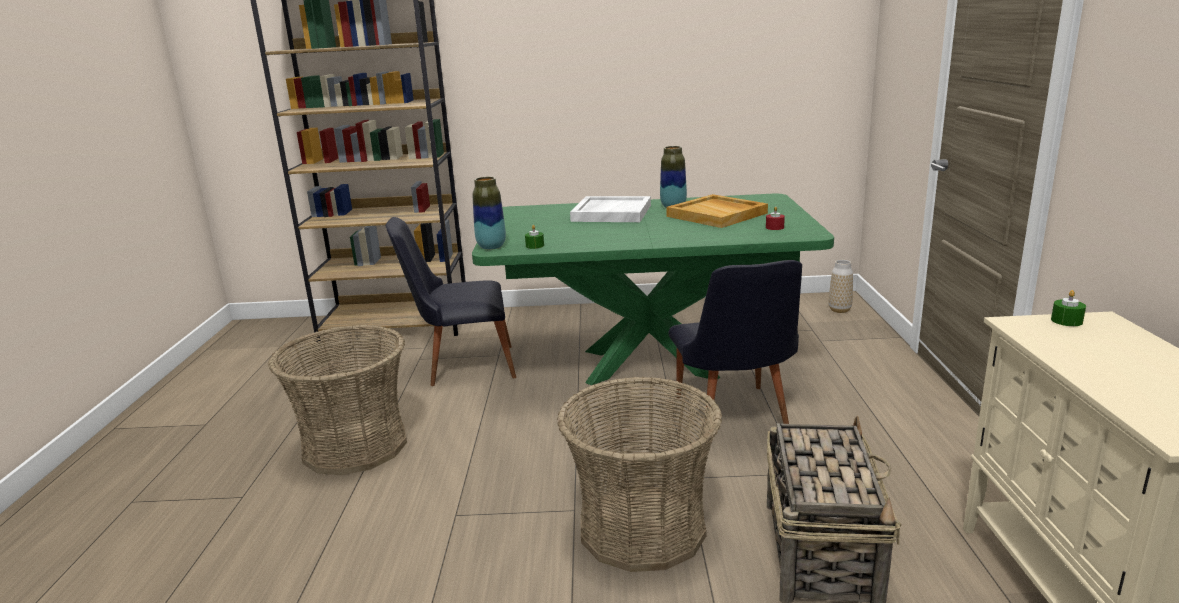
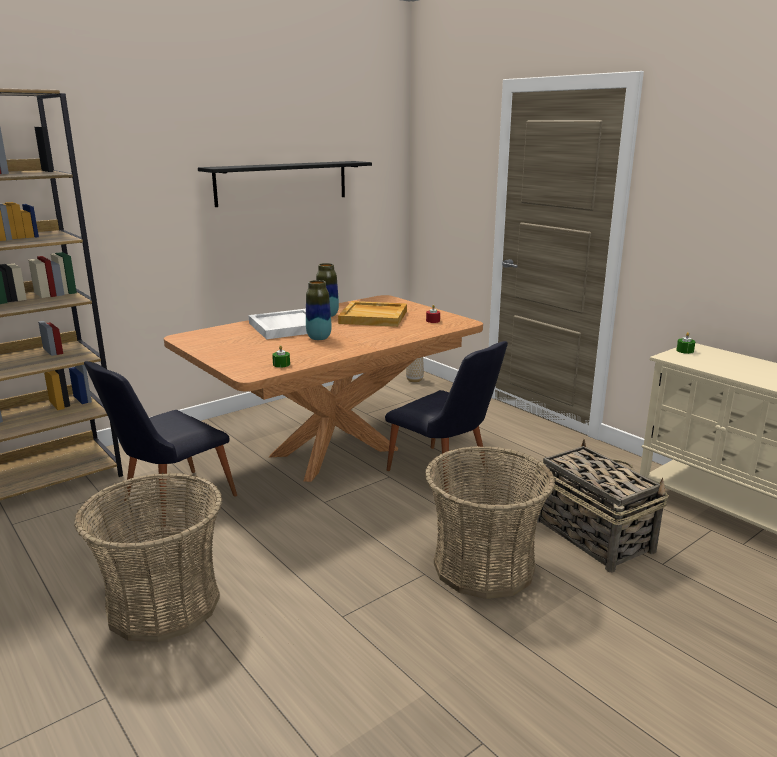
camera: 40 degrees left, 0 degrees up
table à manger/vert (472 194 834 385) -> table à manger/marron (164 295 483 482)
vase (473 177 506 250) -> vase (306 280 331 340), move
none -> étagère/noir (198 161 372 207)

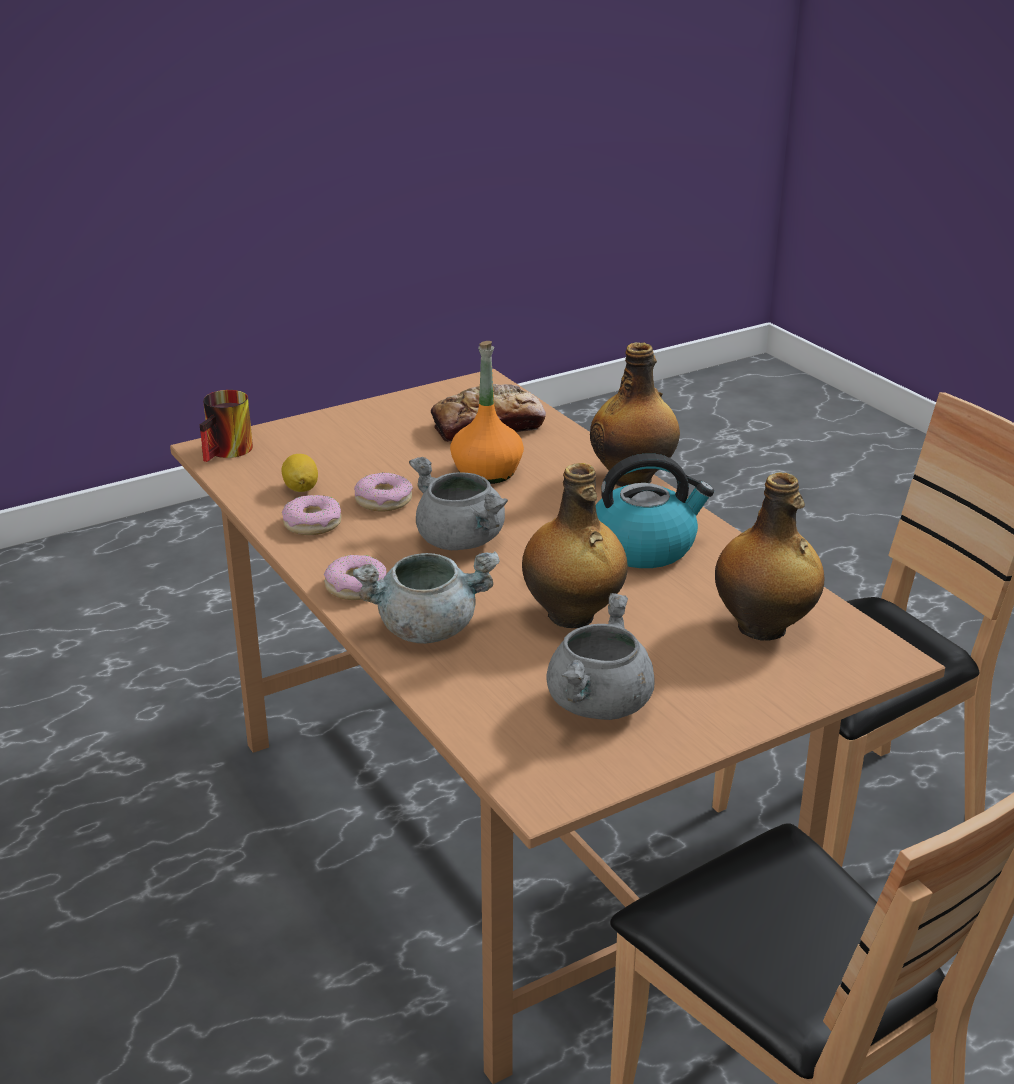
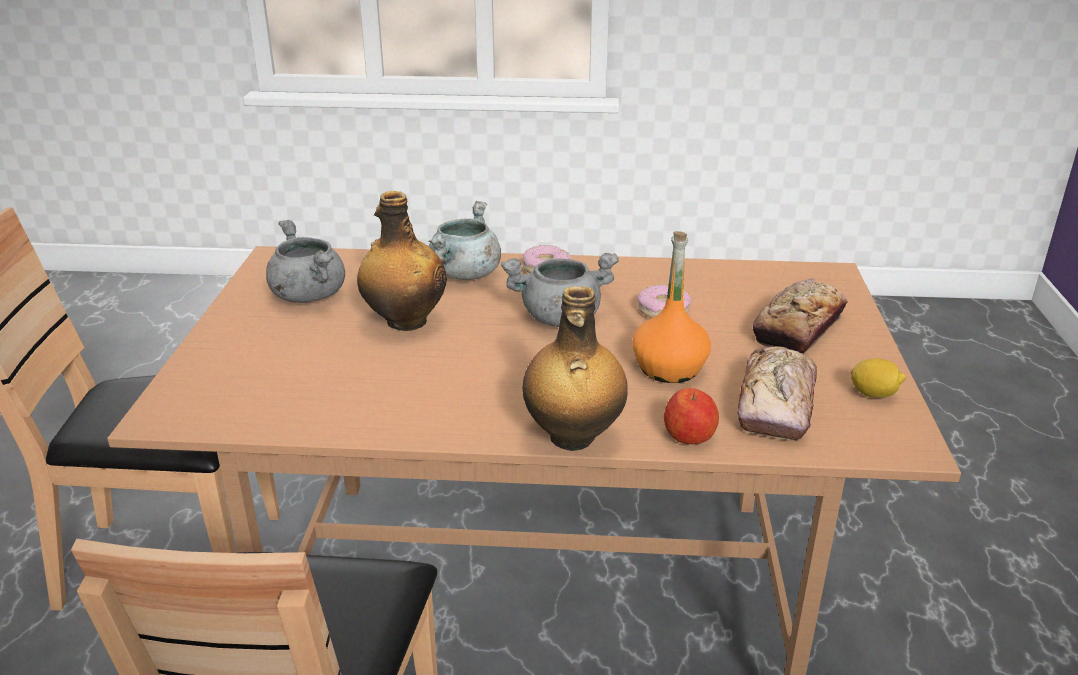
camera: 125 degrees right, 0 degrees up
mug (200 390 253 462) -> none
citron (282 454 318 492) -> citron (851 358 906 398), move
beignet (282 495 341 535) -> none
bouilloire (596 453 714 568) -> none
bouteille (715 472 824 641) -> none
none -> pomme (664 388 719 444)
none -> pain (753 279 847 354)

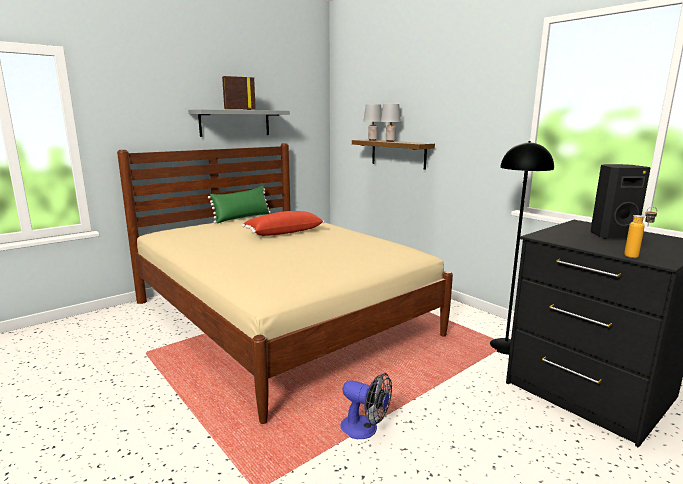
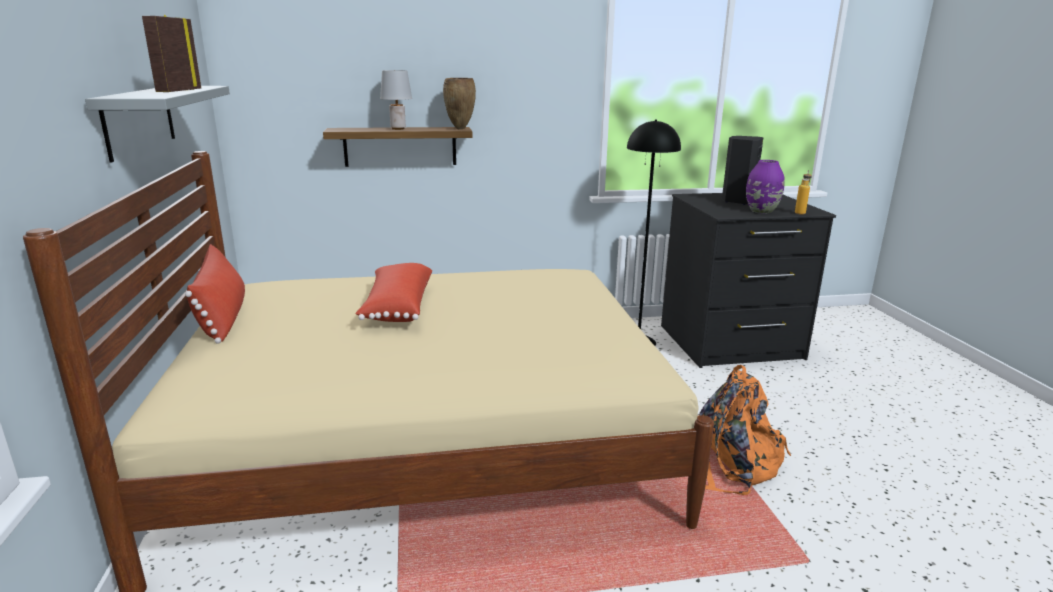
camera: 60 degrees left, 5 degrees up
coussin/vert (208 186 270 223) -> coussin/rouge (185 244 245 344)
ventilateur (340 373 392 439) -> sac à dos/orange (698 365 791 495)
lampe de table/gris (363 104 382 141) -> none
none -> vase/marron (443 78 476 129)
none -> vase/violet (746 160 785 213)

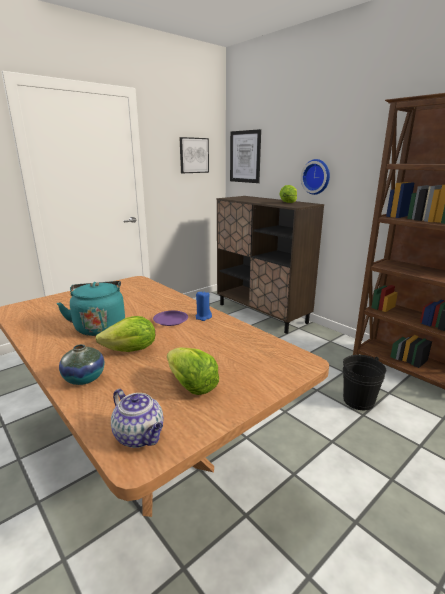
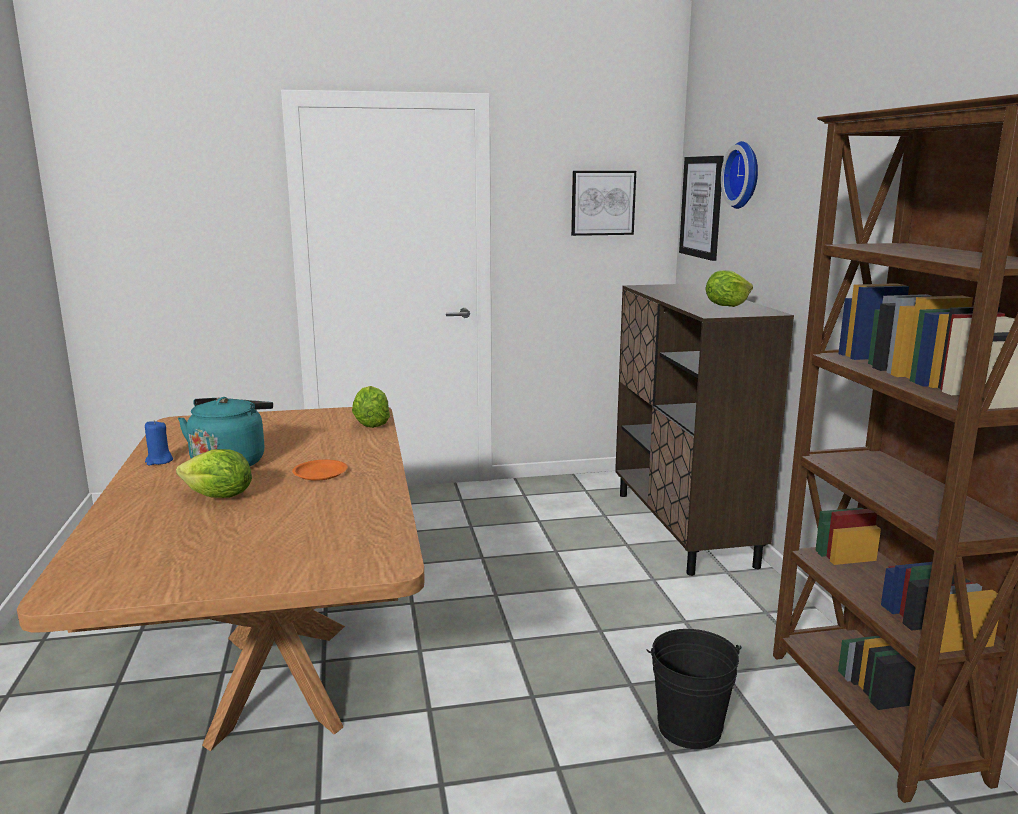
camera: 30 degrees right, 5 degrees down
vase (59 344 104 385) -> none
théière (111 389 164 448) -> none
assiette/violet (153 311 188 326) -> assiette/orange (292 460 348 481)
laitue (167 347 219 395) -> laitue (352 386 390 428), move
bougie/bleu (195 292 212 321) -> bougie/bleu (145 420 173 466), move
horloge murale (301 159 330 195) -> horloge murale (721 141 758 209), move

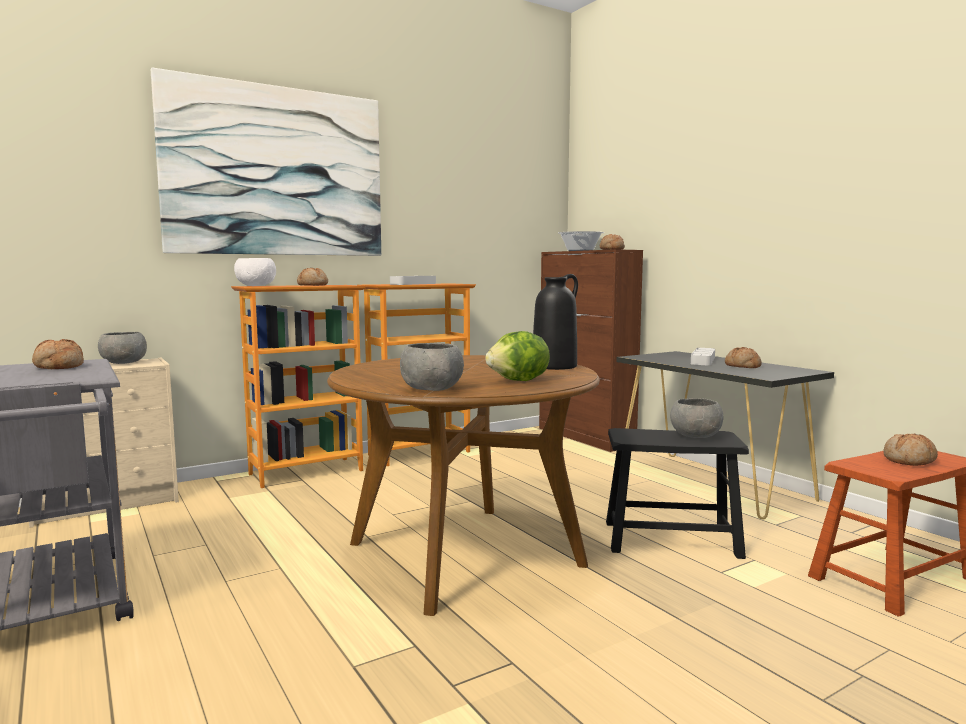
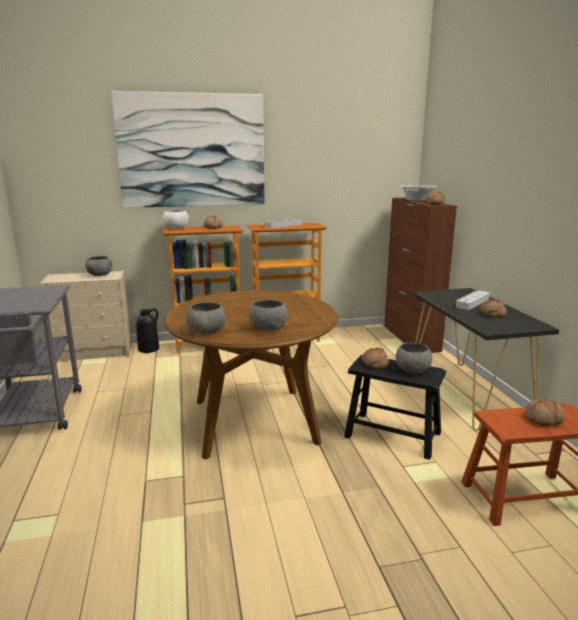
camera: 20 degrees right, 10 degrees up
pain (32 339 84 369) -> pain (362 348 389 369), move
laitue (485 331 550 381) -> bol/gris (249 300 288 331)
vase/noir (533 274 578 370) -> vase/noir (136 309 159 353), move

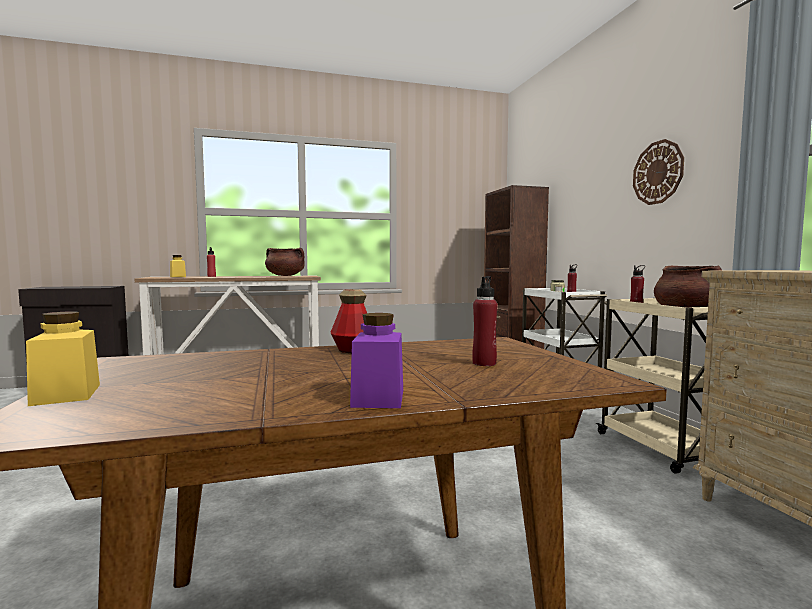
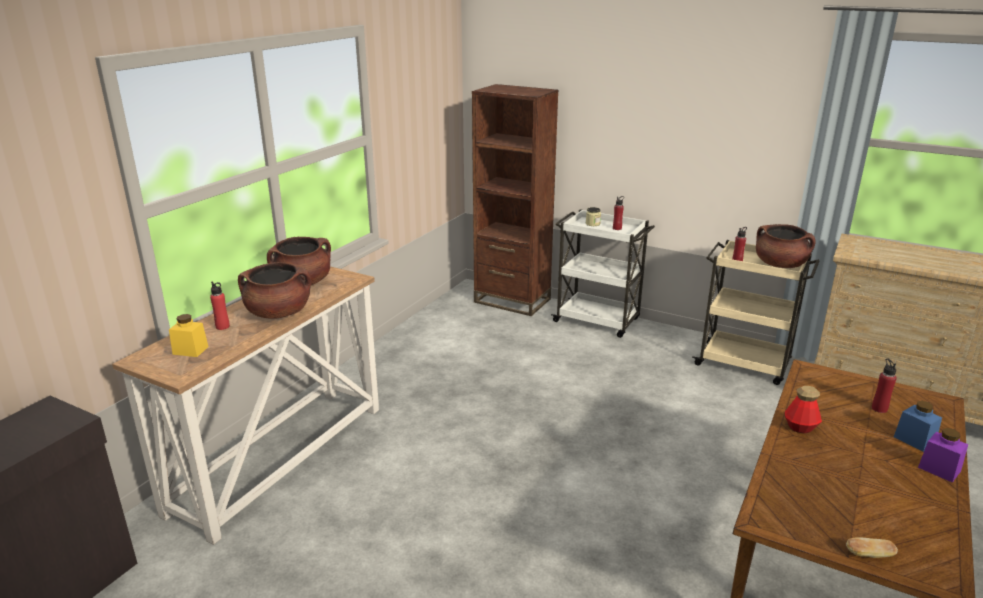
camera: 45 degrees left, 20 degrees up
bocal/jaune (26 312 100 406) -> pain (846 537 898 558)
horloge murale (633 139 684 205) -> none
none -> marmite/marron (238 262 311 319)
none -> bocal/bleu (894 401 942 452)

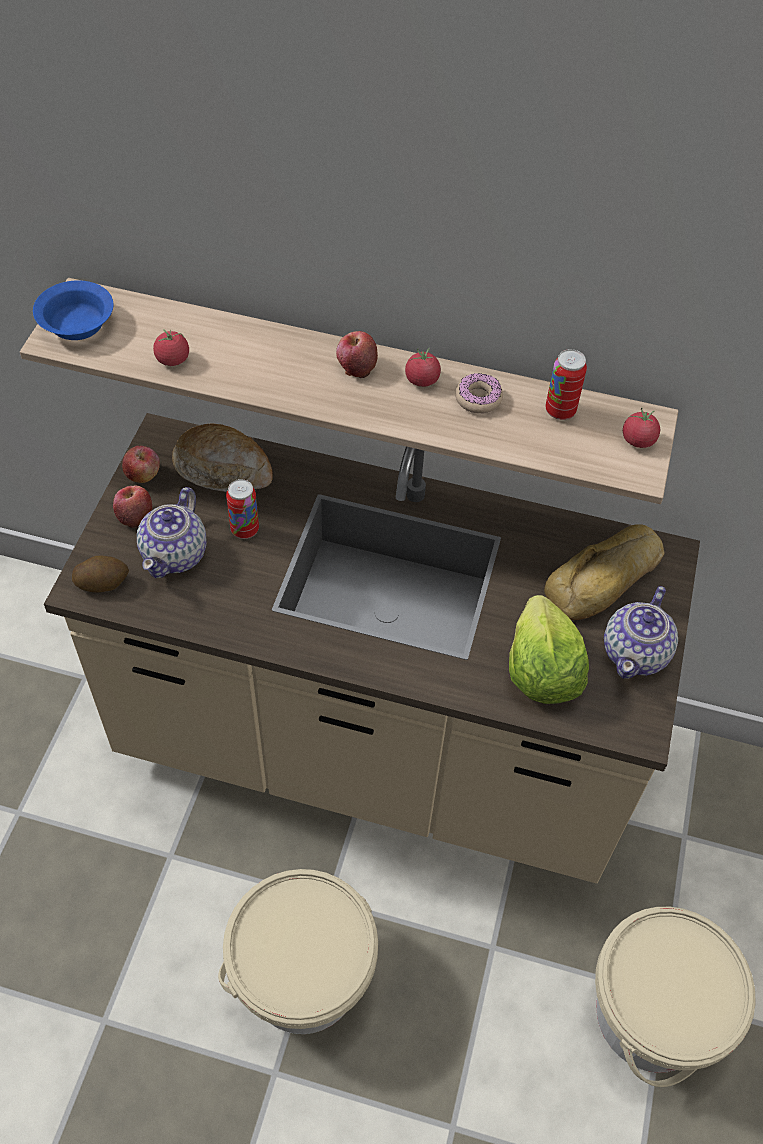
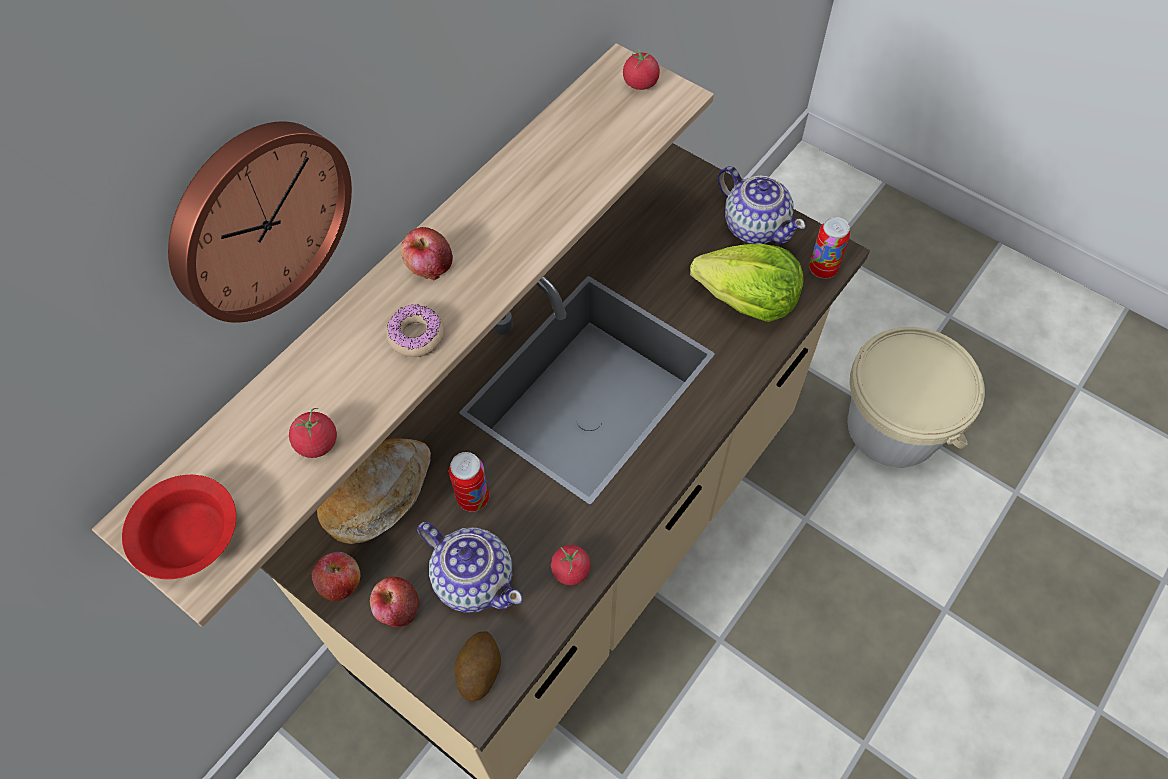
camera: 65 degrees left, 5 degrees up
bol/bleu (33 280 114 340) -> bol/rouge (122 475 236 579)
seau/beige (218 869 378 1034) -> none
tomate (405 348 441 387) -> tomate (551 545 591 585), move
beignet (455 373 503 413) -> beignet (386 304 444 357), move
pain (544 524 664 620) -> none
boîte métallique (546 349 587 420) -> boîte métallique (809 217 850 279), move
none -> horloge murale (168 121 352 323)

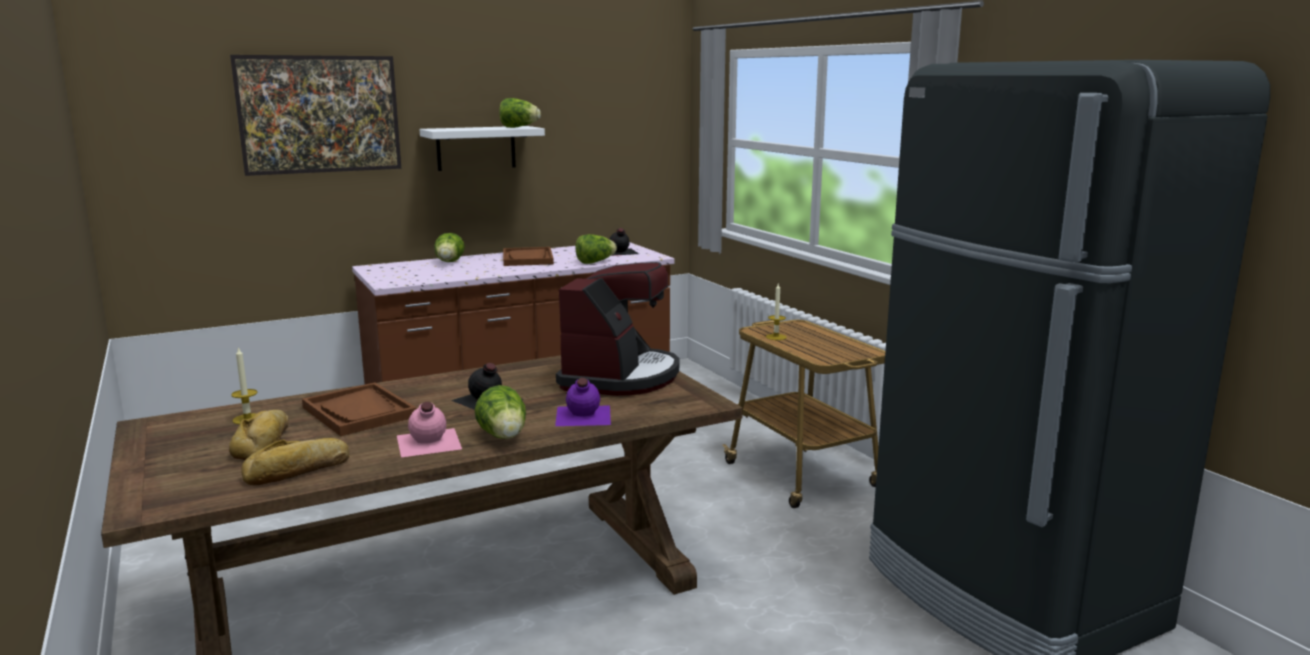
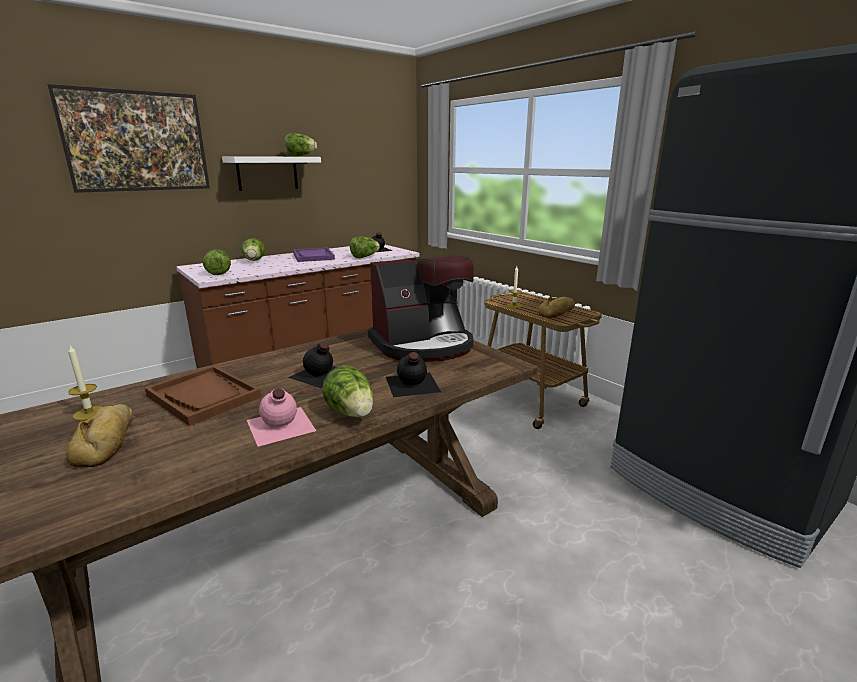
camera: 10 degrees left, 5 degrees up
pain (241 438 350 486) -> pain (538 297 575 318), move
plateau/marron (503 247 554 266) -> plateau/violet (293 248 335 262)
bouteille/violet (555 378 611 426) -> bouteille/noir (386 352 441 397)
machine à café (556 262 680 396) -> machine à café (368 256 474 362), 60 degrees clockwise
none -> laitue (203 250 231 275)

